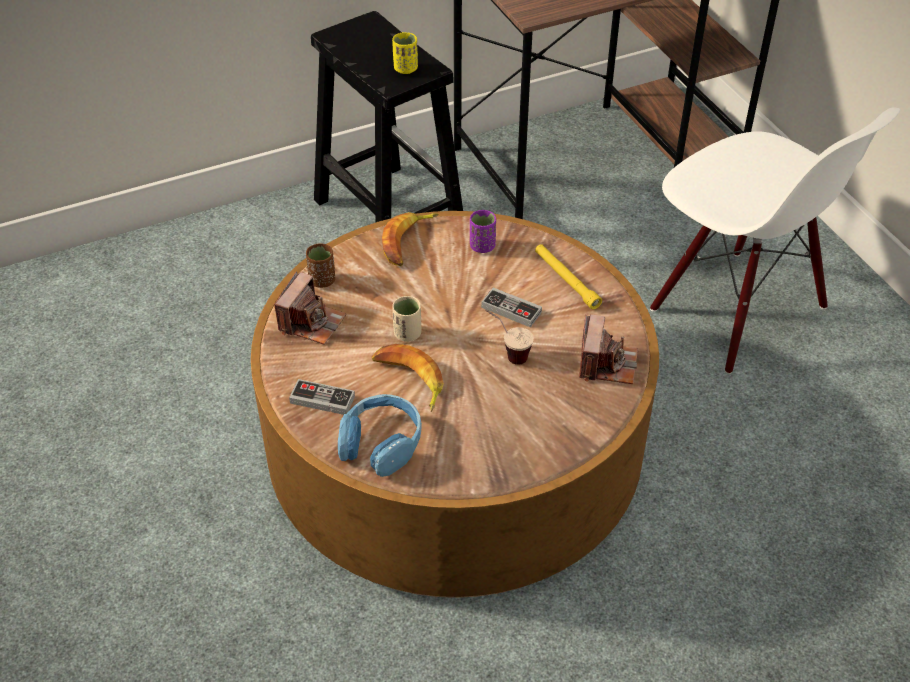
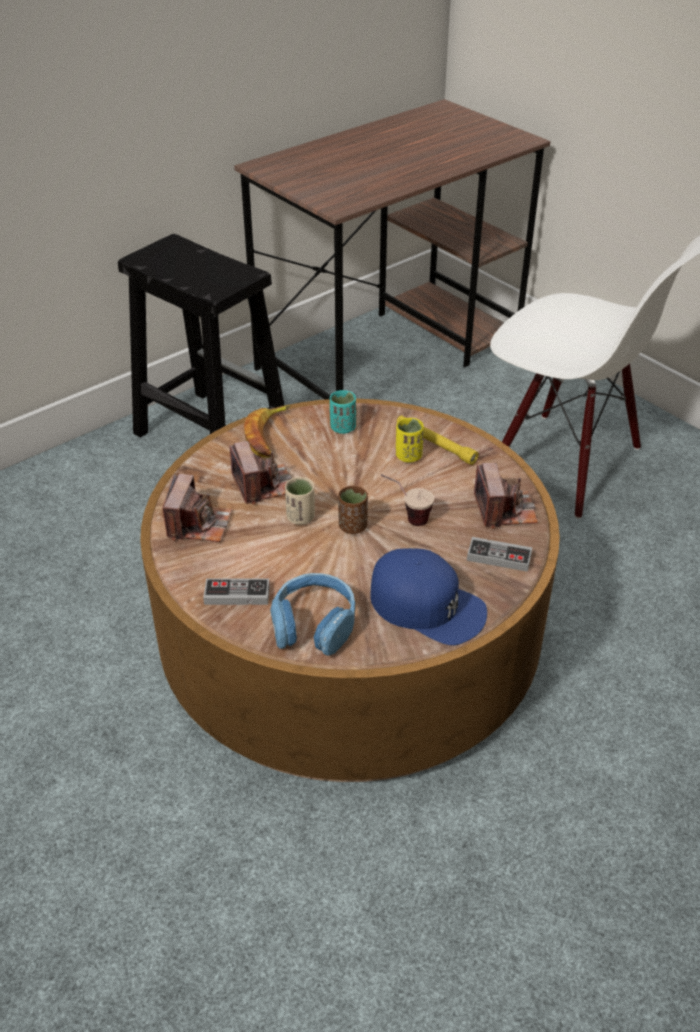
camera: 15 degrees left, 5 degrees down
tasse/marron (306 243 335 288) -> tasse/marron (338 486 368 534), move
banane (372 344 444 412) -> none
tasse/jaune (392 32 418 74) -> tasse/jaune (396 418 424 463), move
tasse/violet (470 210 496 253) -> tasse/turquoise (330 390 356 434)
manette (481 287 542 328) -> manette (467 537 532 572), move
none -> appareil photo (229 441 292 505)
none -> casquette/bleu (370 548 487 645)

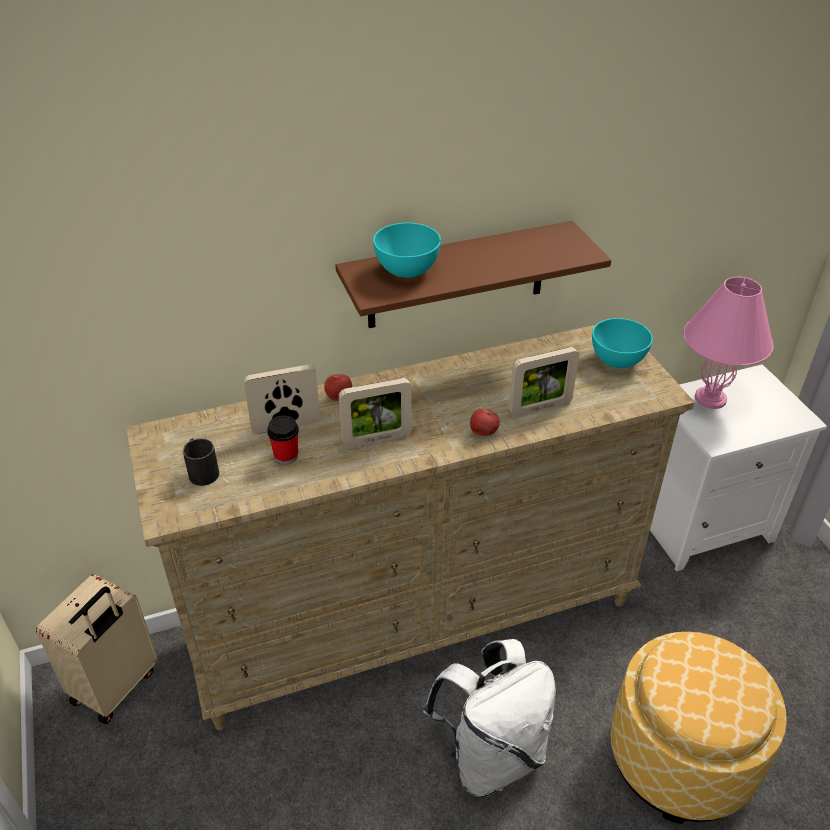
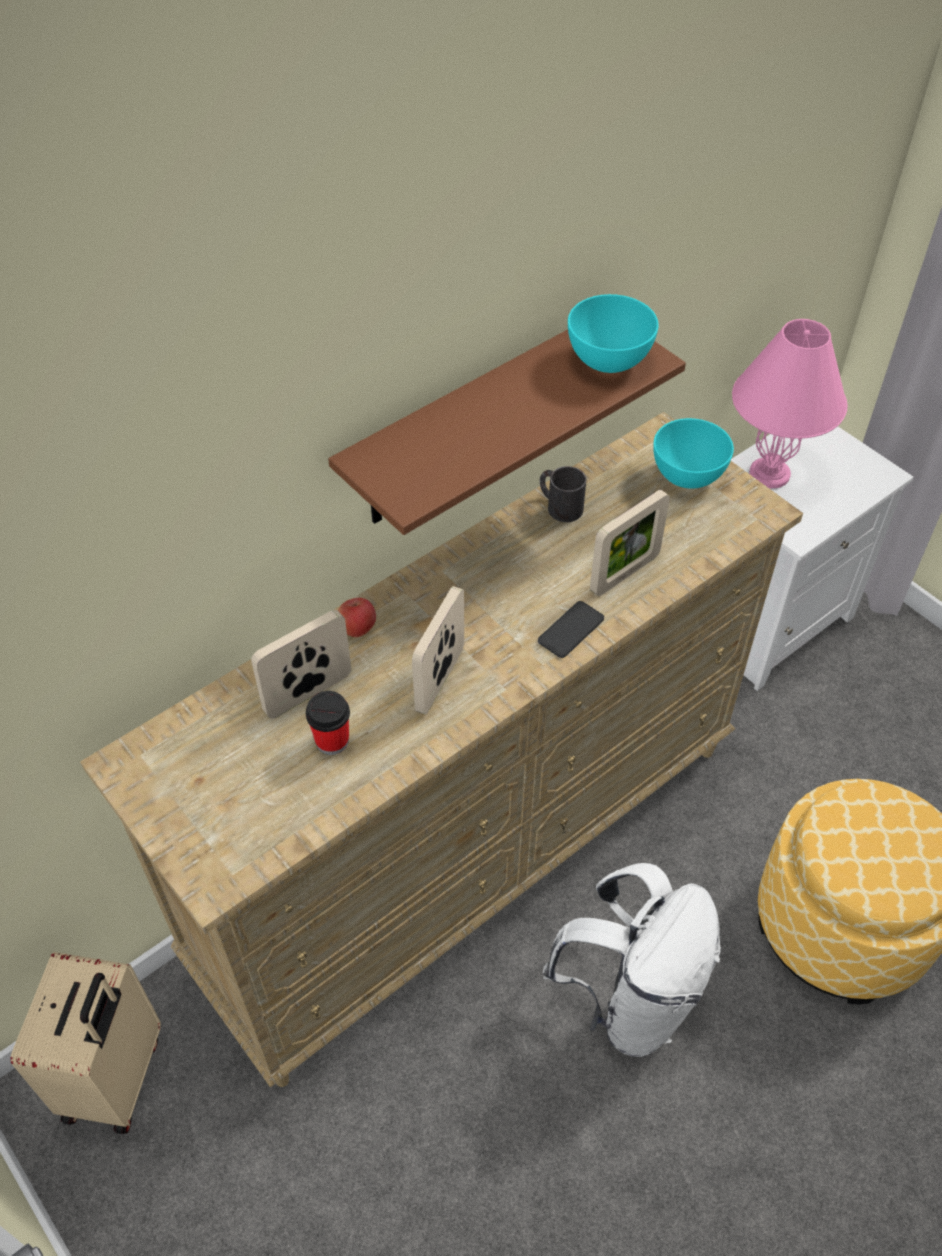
camera: 20 degrees left, 10 degrees up
mug/noir (183 438 219 486) -> mug/noir (540 466 586 522), move
cadre photo (339 378 412 448) -> cadre photo (412 586 464 715), 150 degrees clockwise
bol/turquoise (373 223 441 278) -> bol/turquoise (568 294 659 373), move
pomme (470 408 500 436) -> téléphone (538 601 604 658)

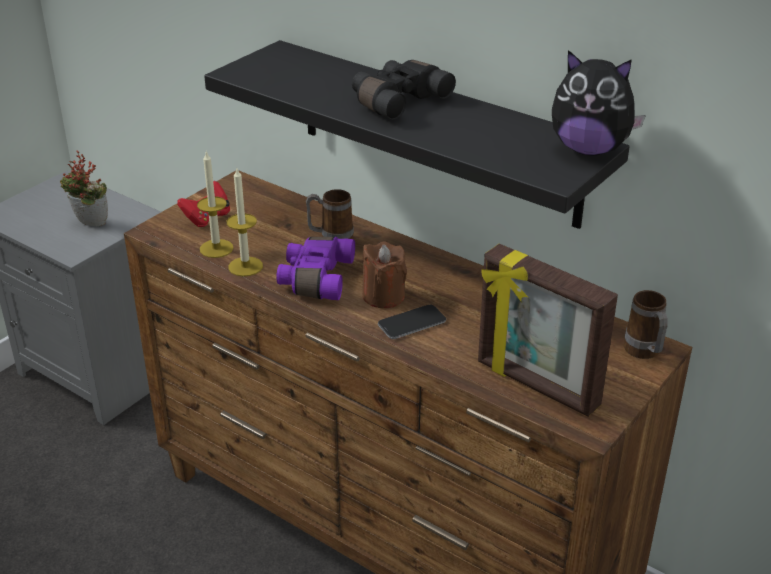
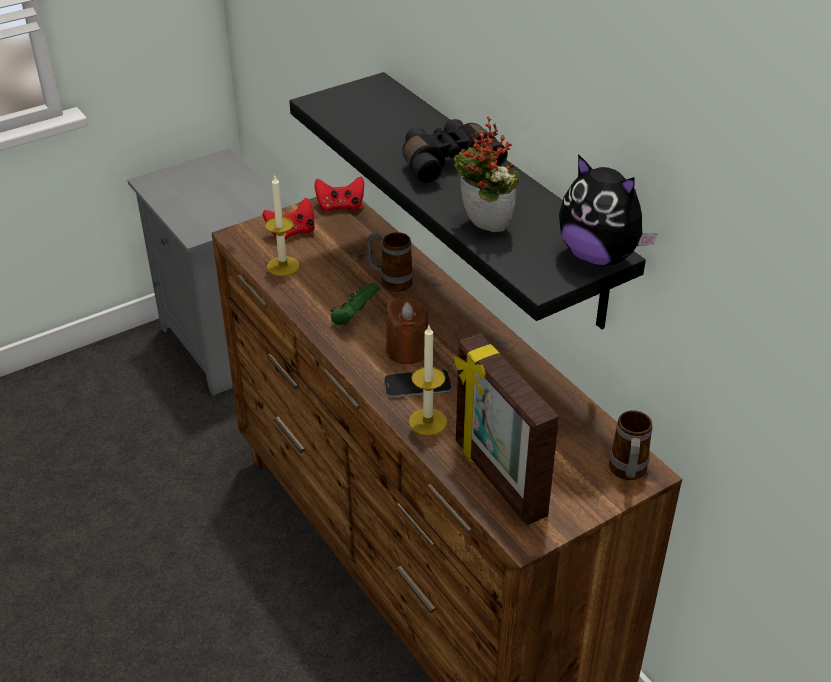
camera: 20 degrees right, 5 degrees up
plante en pot (60 151 108 226) -> plante en pot (454 116 519 232), move
bougie (227 169 263 276) -> bougie (409 326 447 436), move
jumelles/violet (276 237 355 300) -> manette/vert (330 283 380 325)
none -> manette/rouge (314 177 364 212)

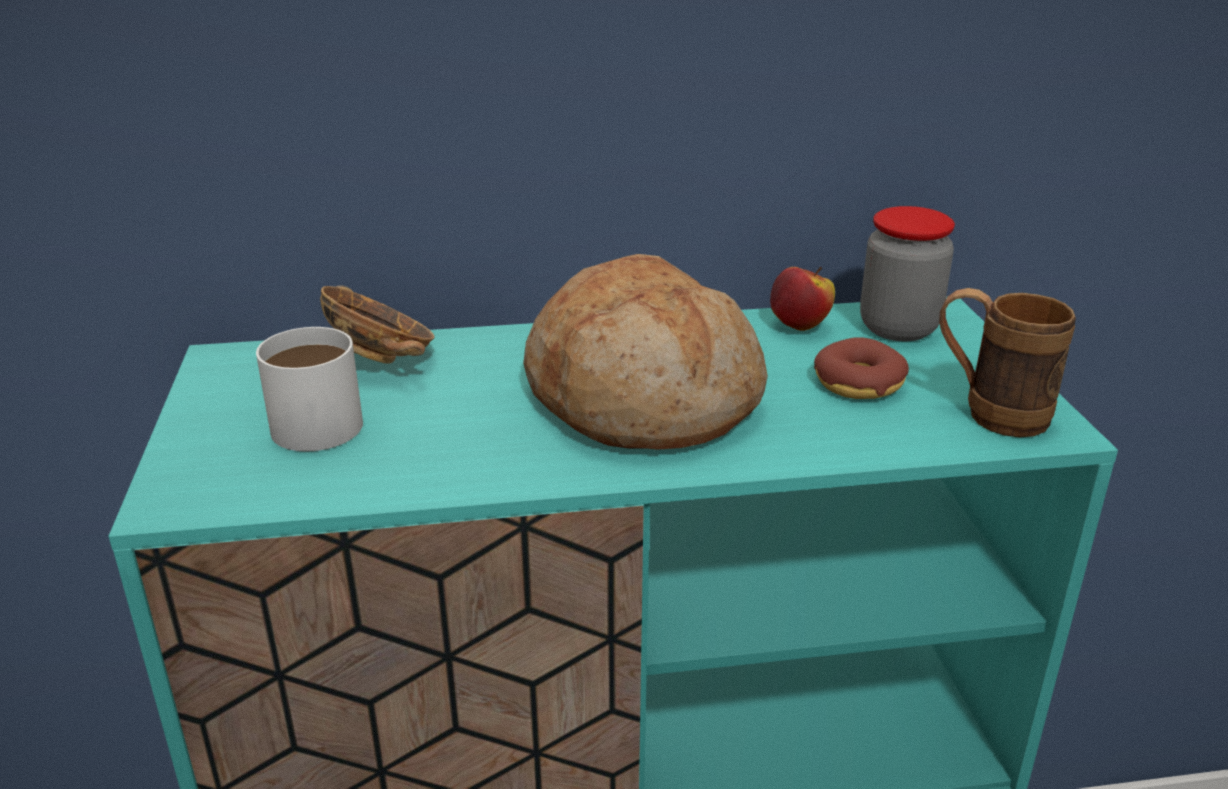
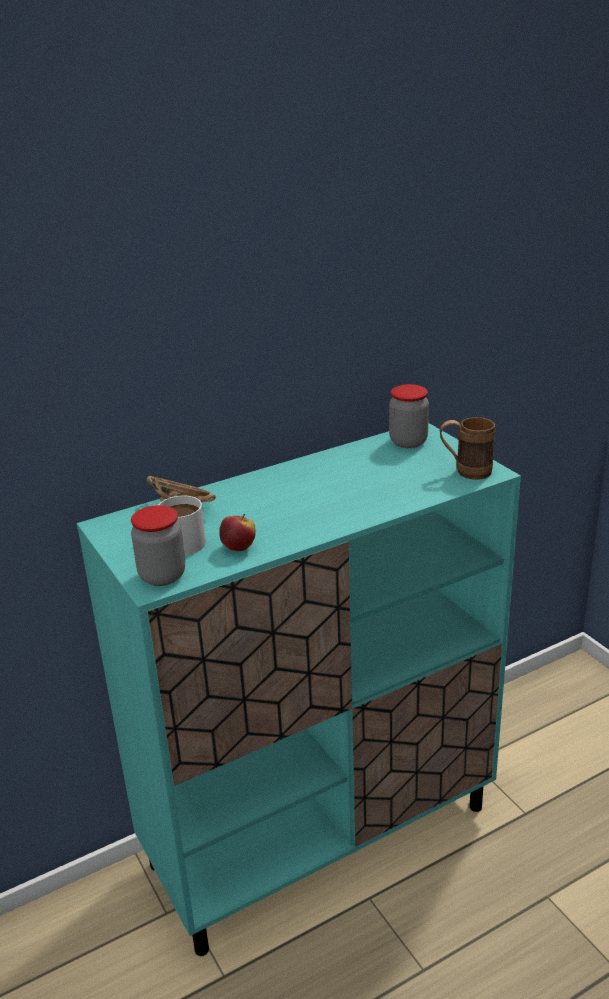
camera: 20 degrees left, 0 degrees up
pain (523 254 768 450) -> none
pomme (770 267 835 331) -> pomme (219 514 256 551), move
beignet (814 337 909 399) -> none
none -> bocal (131 505 185 586)

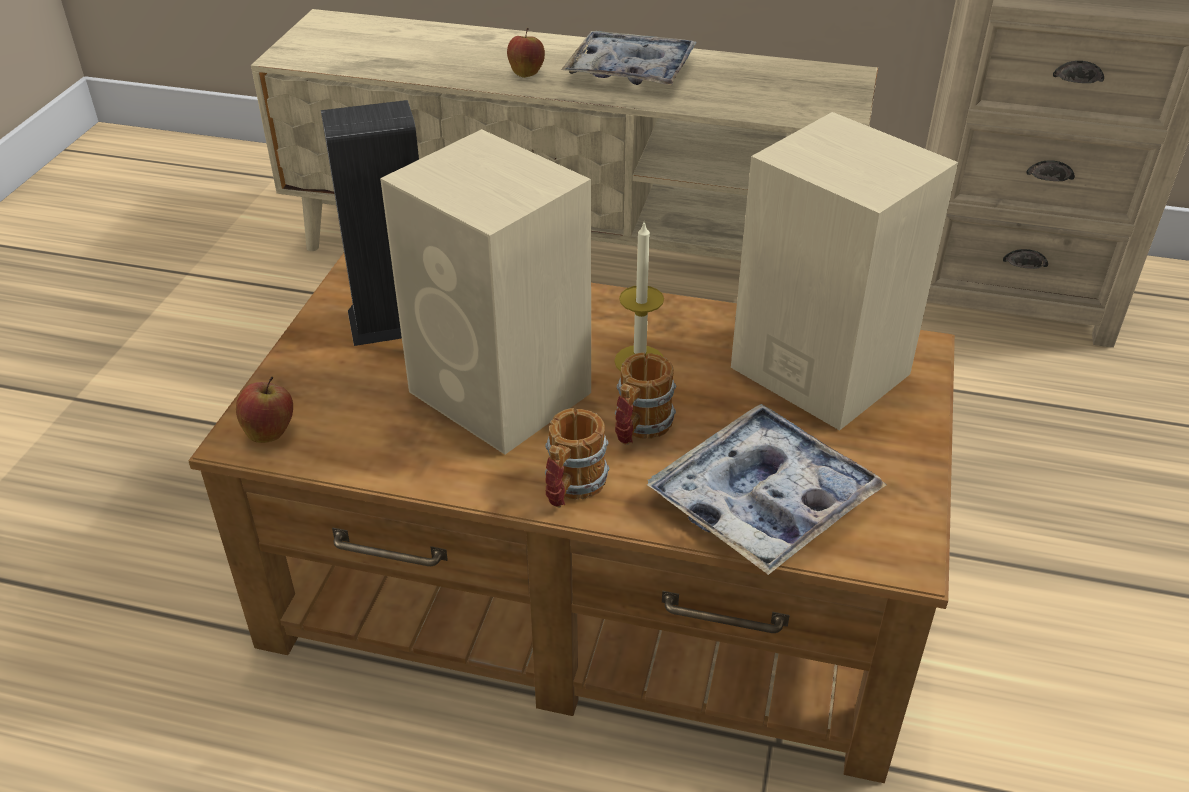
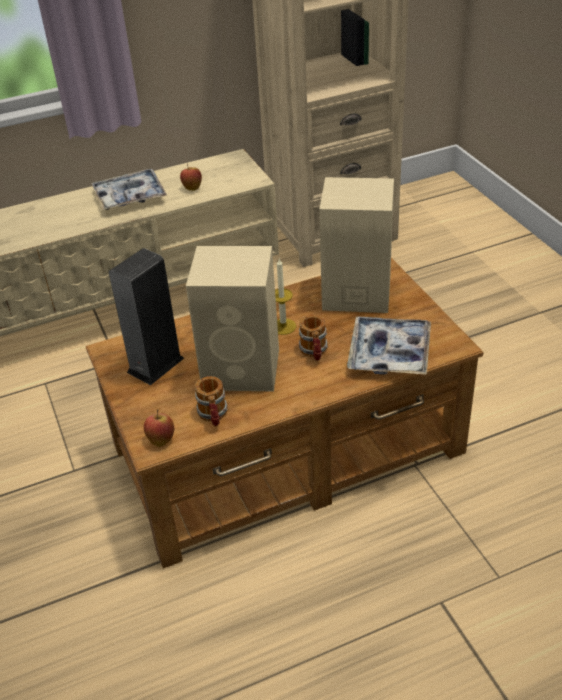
camera: 35 degrees left, 0 degrees up
pomme (507 28 545 78) -> pomme (180 163 202 191), move
mug (545 408 610 508) -> mug (195 376 227 426), move

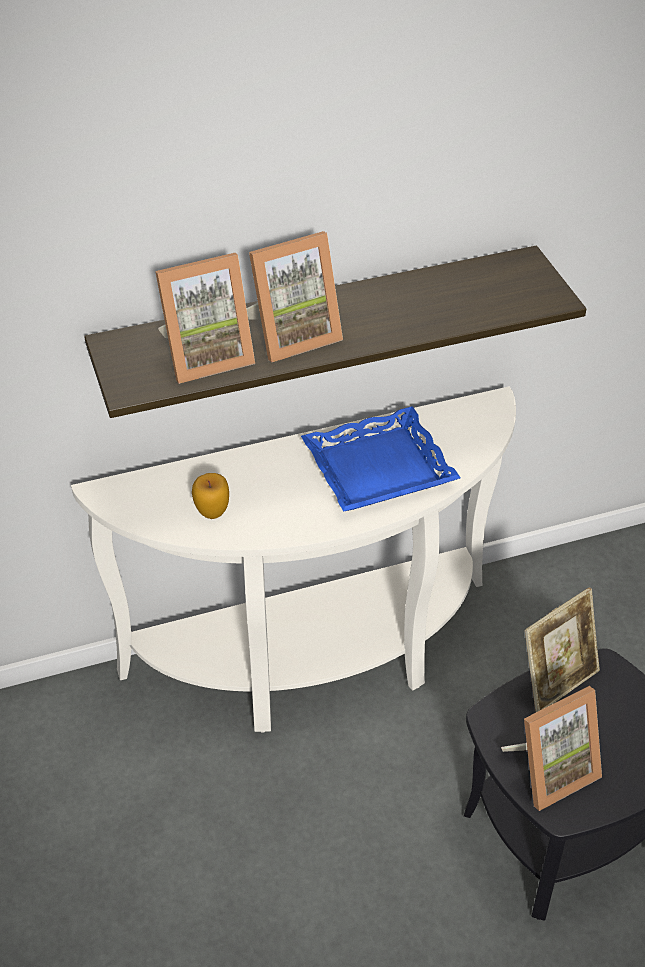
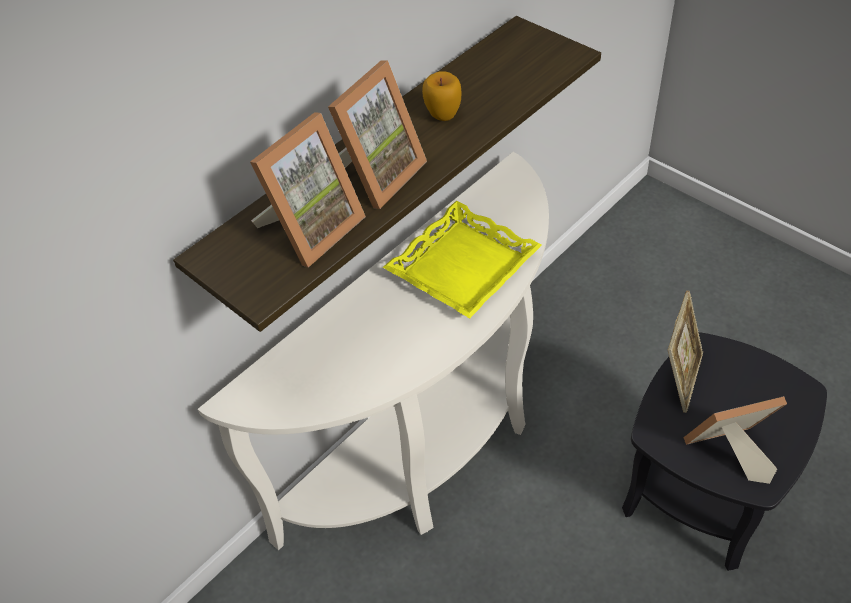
camera: 25 degrees left, 5 degrees up
pomme (192 473 229 519) -> pomme (422 71 462 121), move
plateau/bleu (301 406 460 511) -> plateau/jaune (383 200 542 319)
cadre photo (501 686 602 811) -> cadre photo (683 396 787 484), 135 degrees counterclockwise

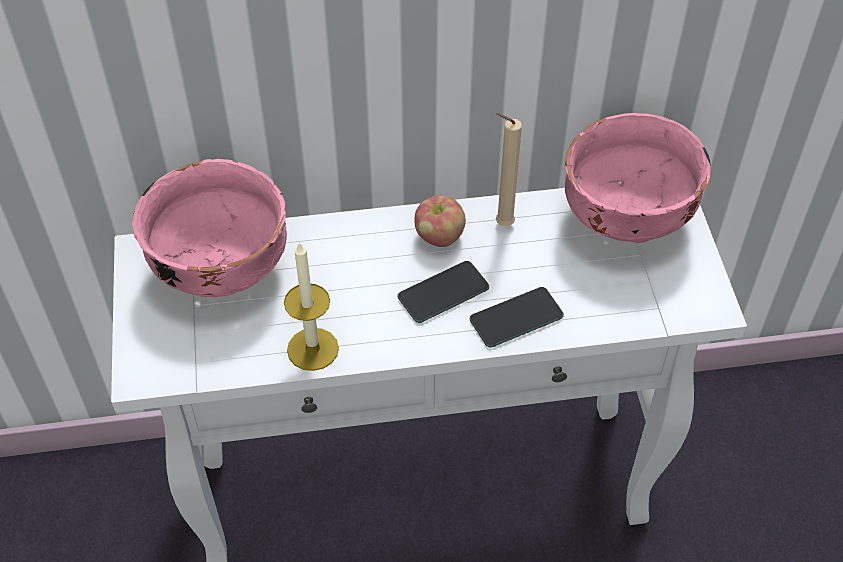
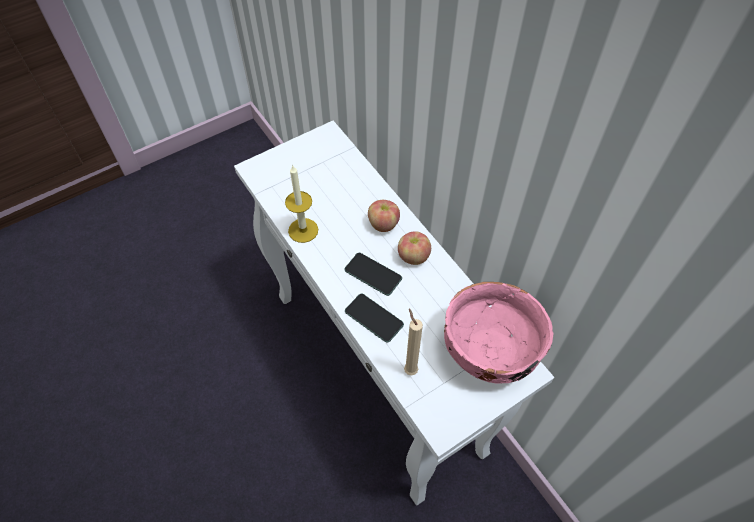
camera: 65 degrees right, 5 degrees up
bol/rose (132 159 287 297) -> none
bougie/beige (496 113 522 226) -> bougie/beige (404 308 423 375), move
none -> pomme (368 200 400 232)

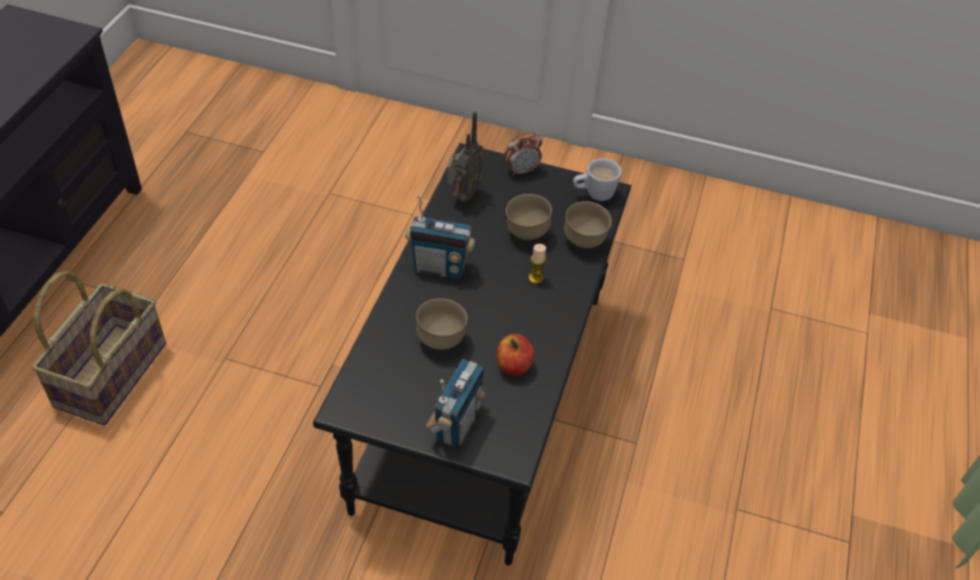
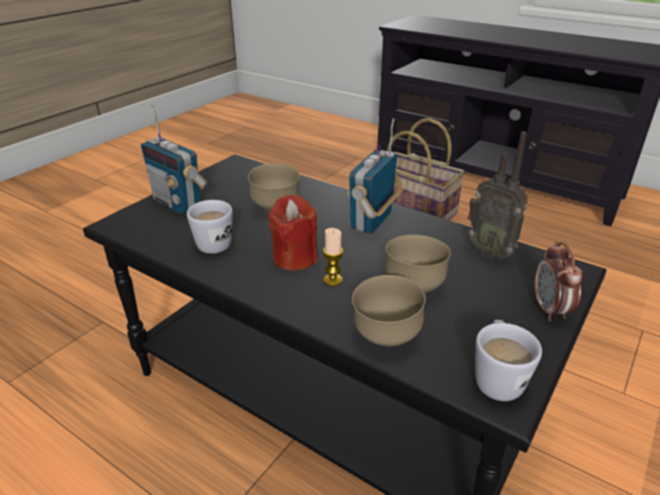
camera: 110 degrees right, 15 degrees down
pomme (496 334 534 376) -> mug/blanc (187 200 233 254)
none -> bougie/rouge (268 195 318 271)

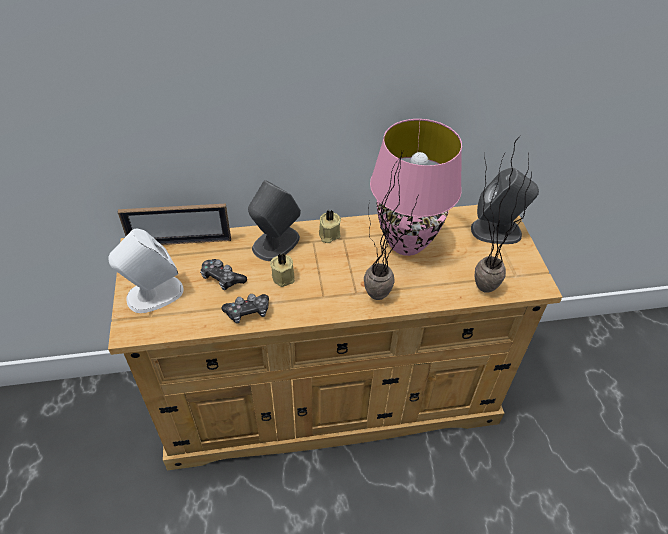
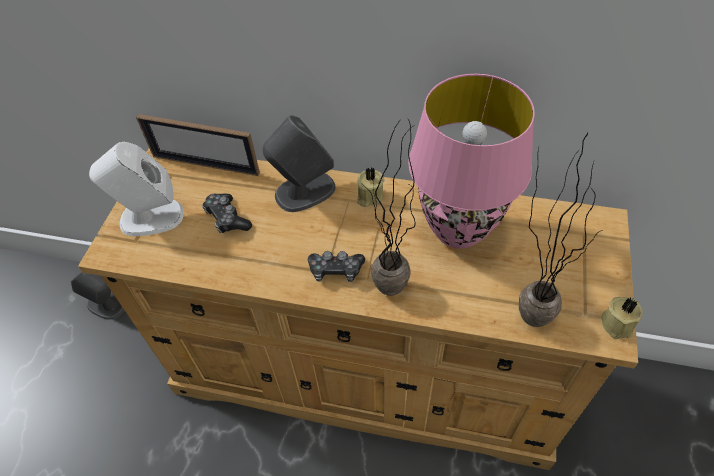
camera: 25 degrees right, 5 degrees up
manette (222 294 269 324) -> manette (308 251 365 282), move
bougie/beige (270 253 295 287) -> bougie/beige (601 297 643 339), move
enceinte/gris (471 167 539 244) -> enceinte/gris (71 270 124 320), move

